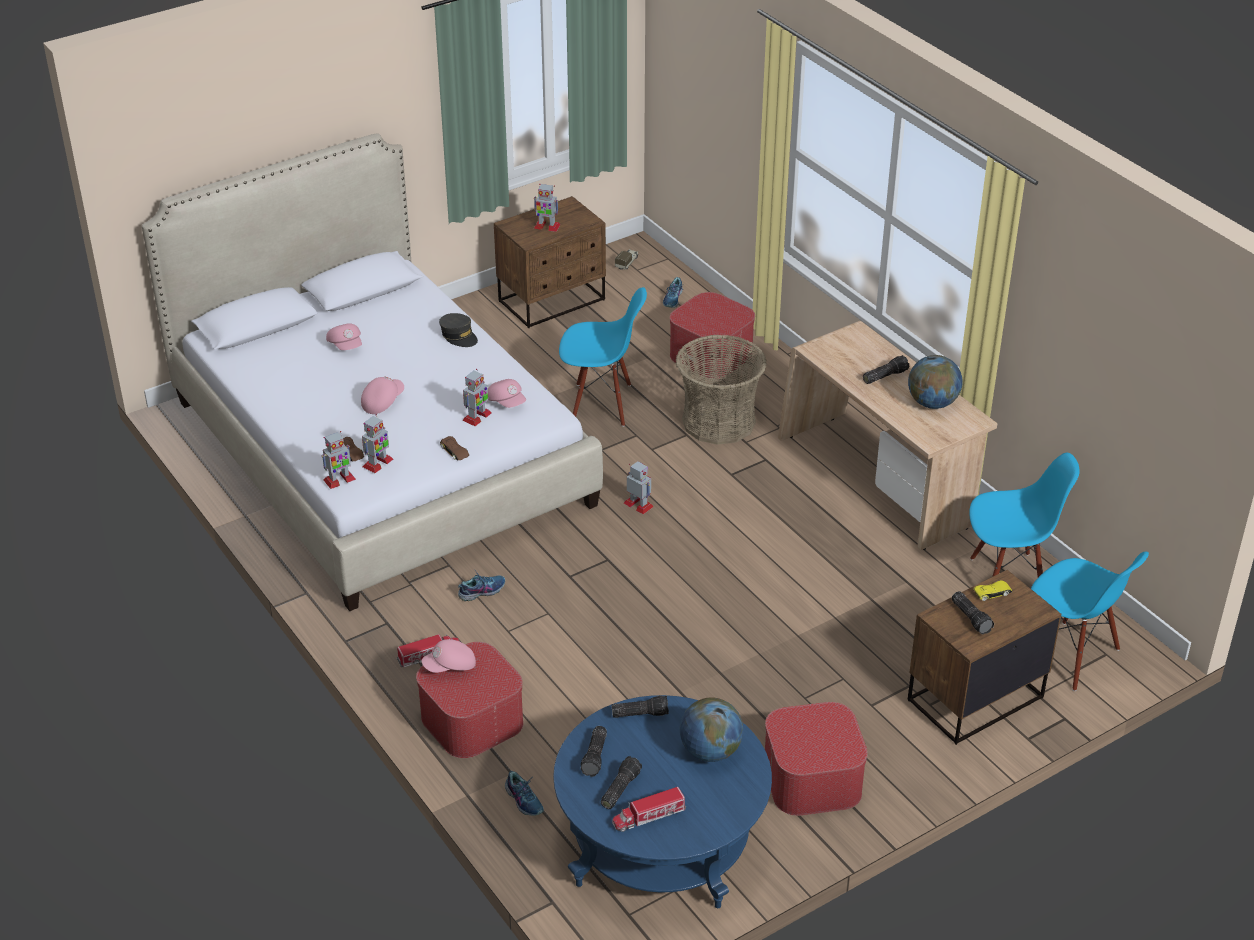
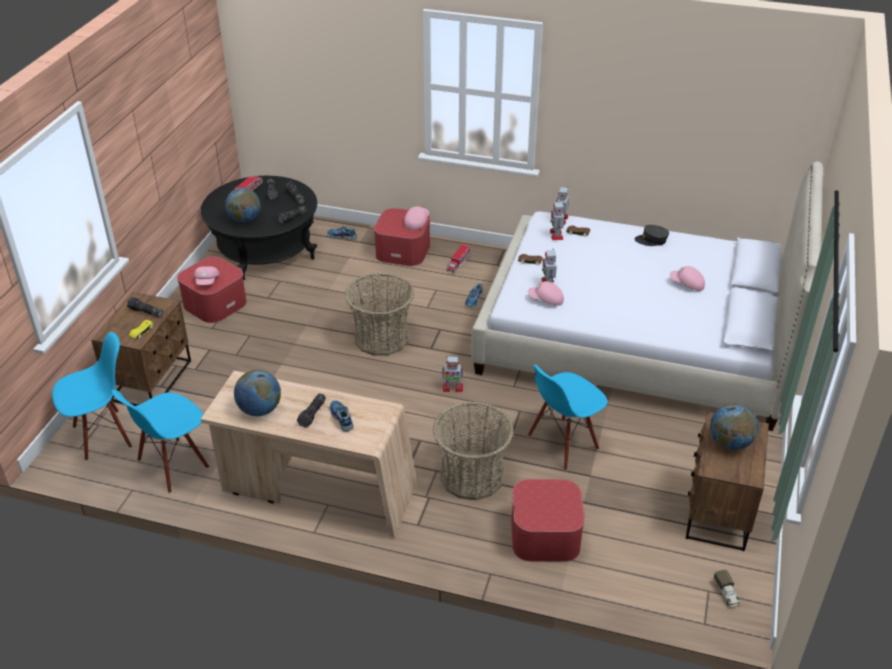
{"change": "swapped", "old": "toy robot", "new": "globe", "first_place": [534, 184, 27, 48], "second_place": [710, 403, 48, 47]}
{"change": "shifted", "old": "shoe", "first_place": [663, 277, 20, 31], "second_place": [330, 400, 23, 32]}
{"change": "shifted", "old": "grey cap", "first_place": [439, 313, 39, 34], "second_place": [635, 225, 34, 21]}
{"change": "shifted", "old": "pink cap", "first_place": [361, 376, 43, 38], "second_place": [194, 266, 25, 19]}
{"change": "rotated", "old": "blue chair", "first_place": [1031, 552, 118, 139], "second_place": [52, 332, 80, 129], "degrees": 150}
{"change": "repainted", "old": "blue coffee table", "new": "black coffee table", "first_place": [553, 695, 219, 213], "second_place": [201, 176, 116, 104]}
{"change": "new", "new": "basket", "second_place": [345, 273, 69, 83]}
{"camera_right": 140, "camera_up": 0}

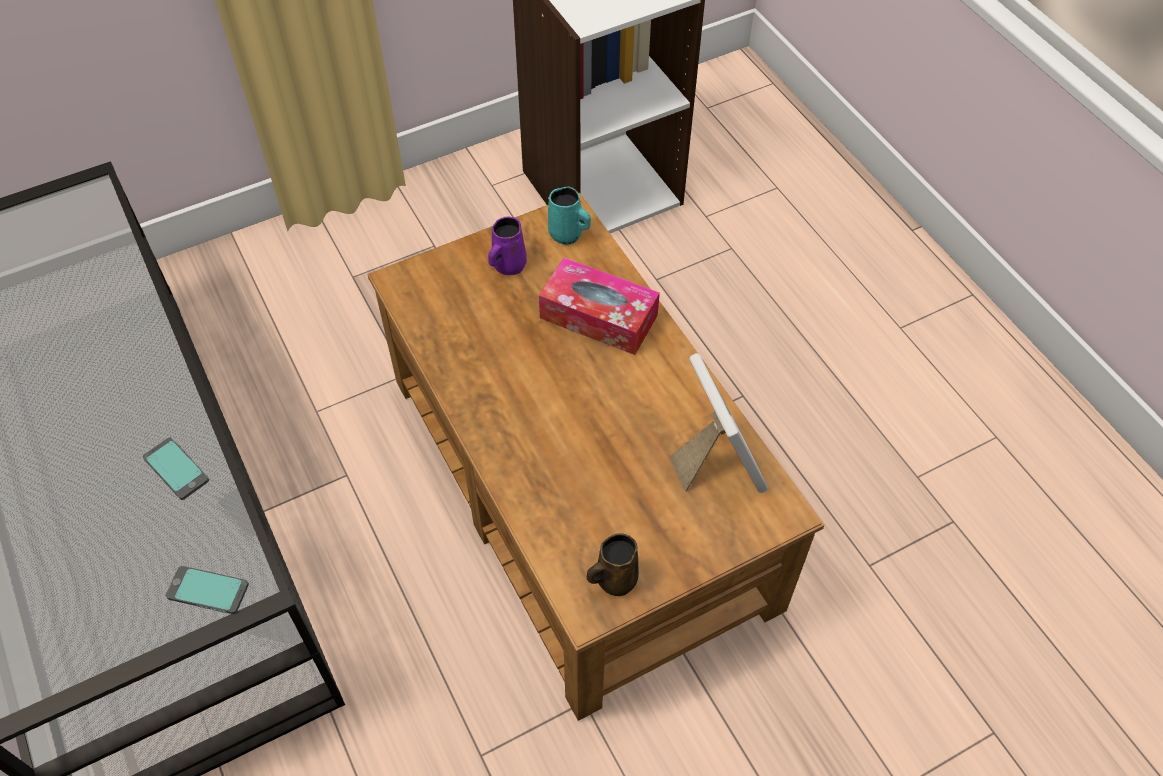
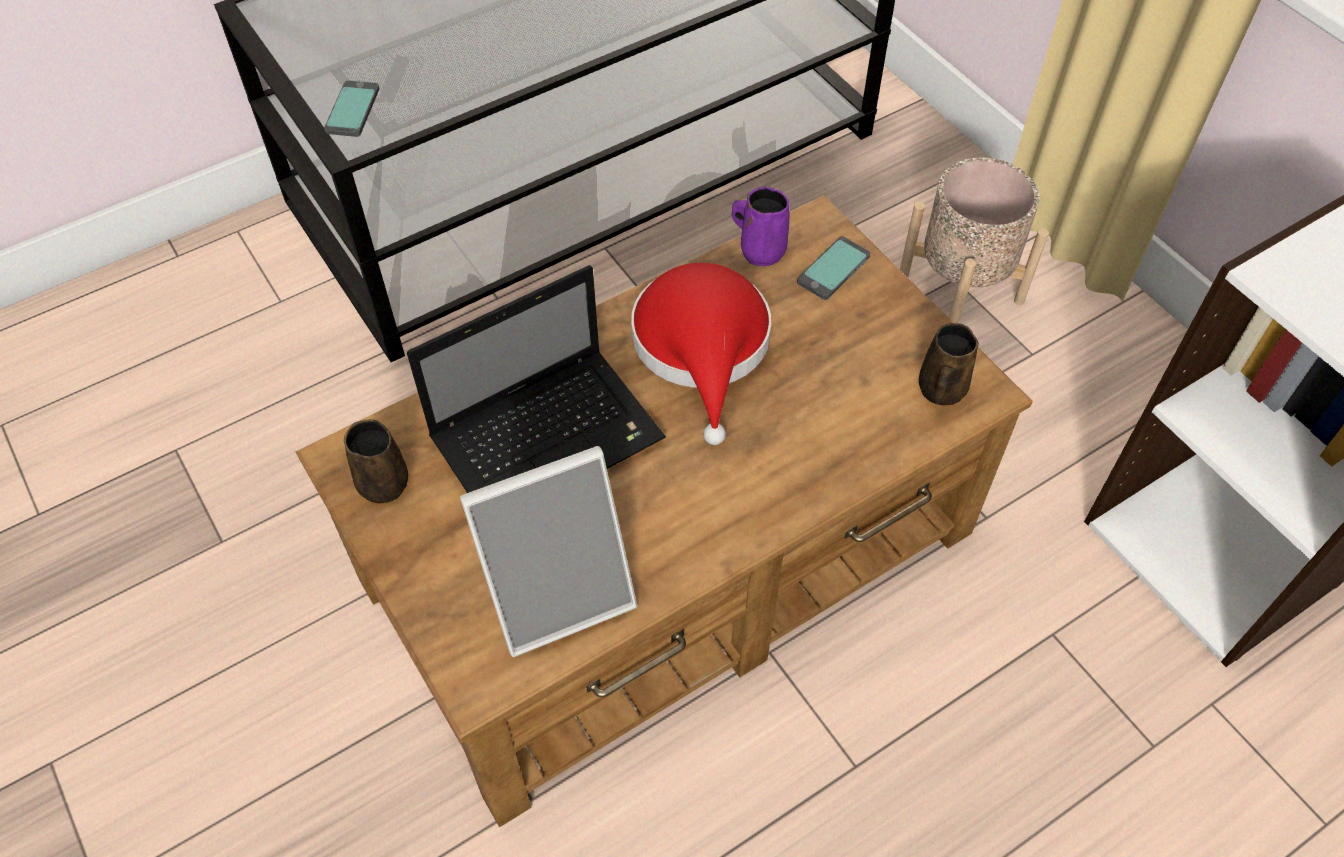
{"change": "repainted", "old": "turquoise mug", "new": "brown mug", "first_place": [548, 187, 43, 58], "second_place": [919, 323, 60, 82]}
{"change": "shifted", "old": "purple mug", "first_place": [488, 217, 39, 58], "second_place": [732, 187, 57, 79]}
{"change": "gone", "old": "tissue box", "first_place": [539, 257, 121, 98]}
{"change": "shifted", "old": "phone", "first_place": [143, 437, 66, 63], "second_place": [797, 236, 73, 64]}
{"change": "new", "new": "beige planter", "second_place": [900, 157, 149, 166]}
{"change": "new", "new": "red hat", "second_place": [631, 263, 140, 182]}
{"change": "new", "new": "laptop", "second_place": [407, 265, 259, 228]}
{"camera_right": 85, "camera_up": 0}

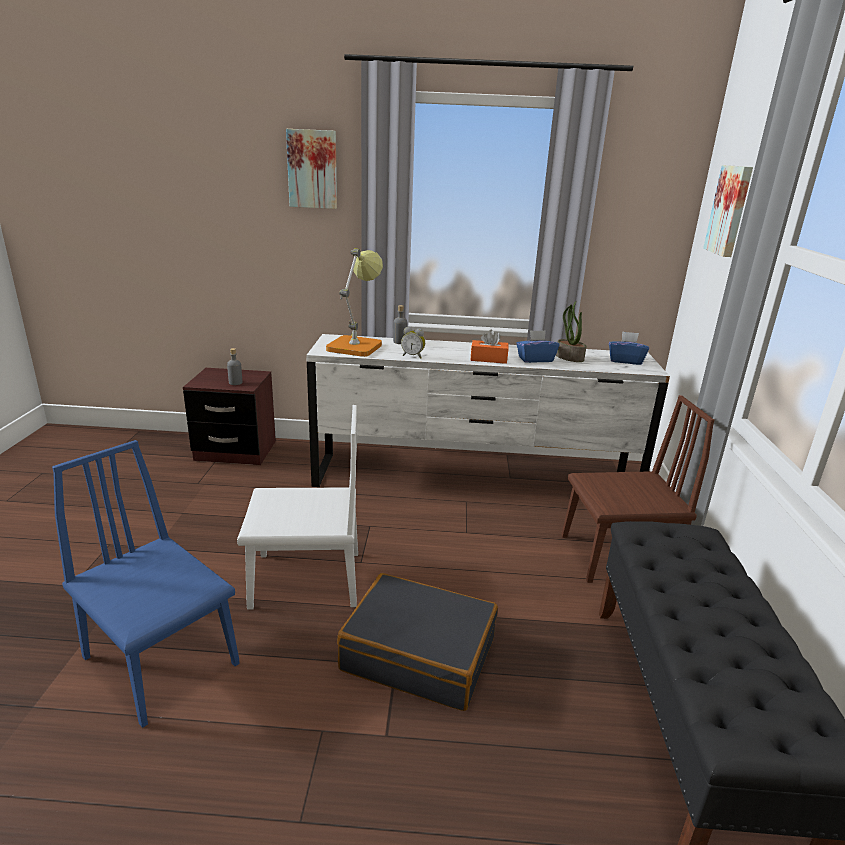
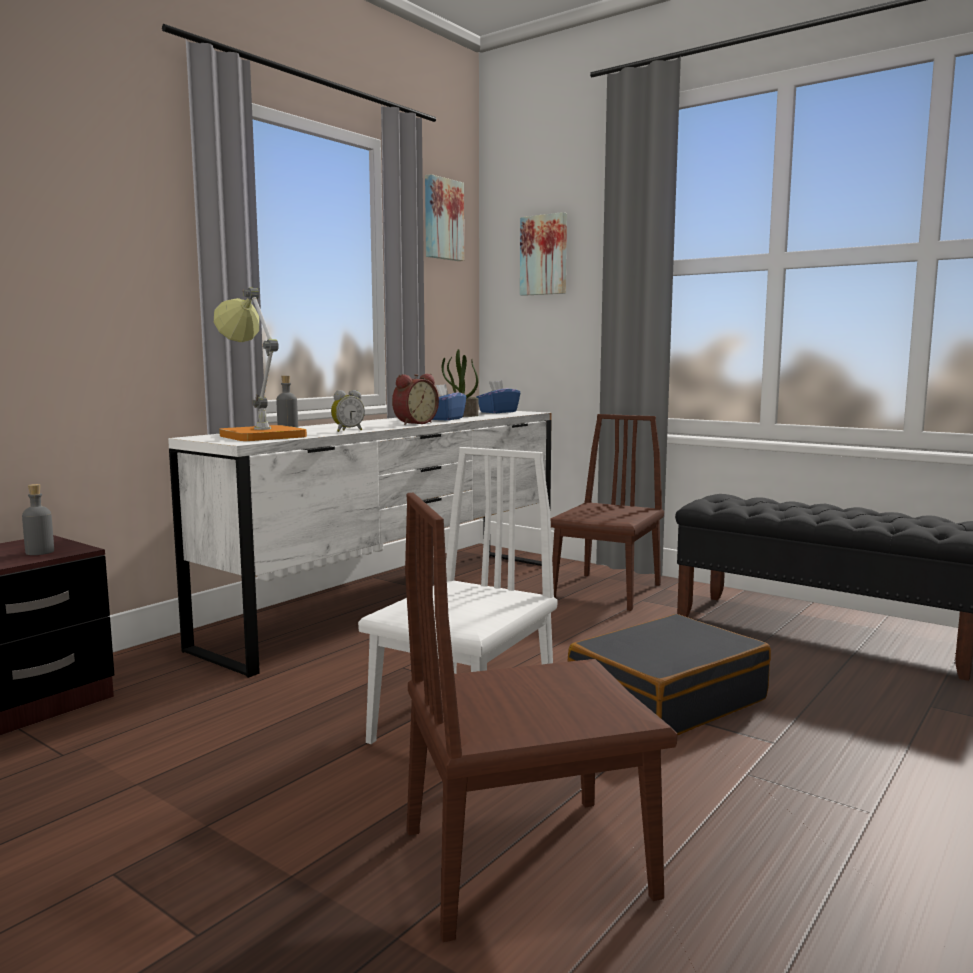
{"change": "shifted", "old": "picture", "first_place": [286, 129, 51, 80], "second_place": [425, 174, 39, 87]}
{"change": "swapped", "old": "orange tissue box", "new": "alarm clock", "first_place": [471, 330, 37, 34], "second_place": [392, 374, 47, 51]}
{"change": "repainted", "old": "blue chair", "new": "brown chair", "first_place": [52, 440, 188, 288], "second_place": [405, 492, 272, 450]}
{"camera_right": -55, "camera_up": -15}

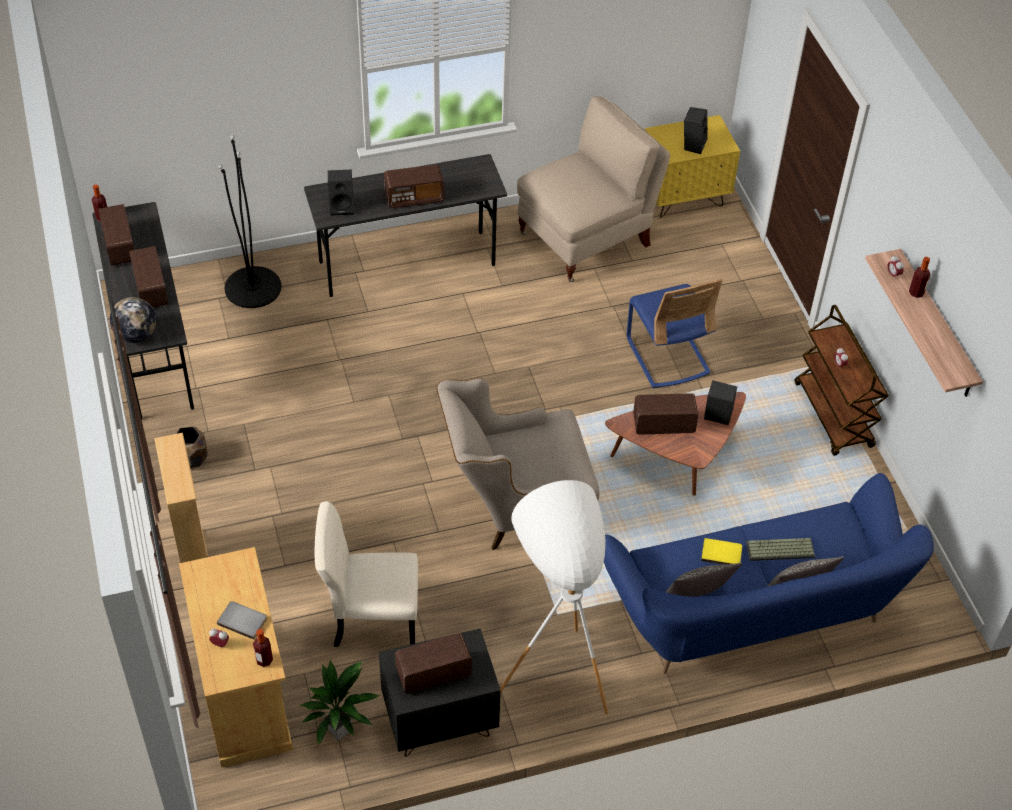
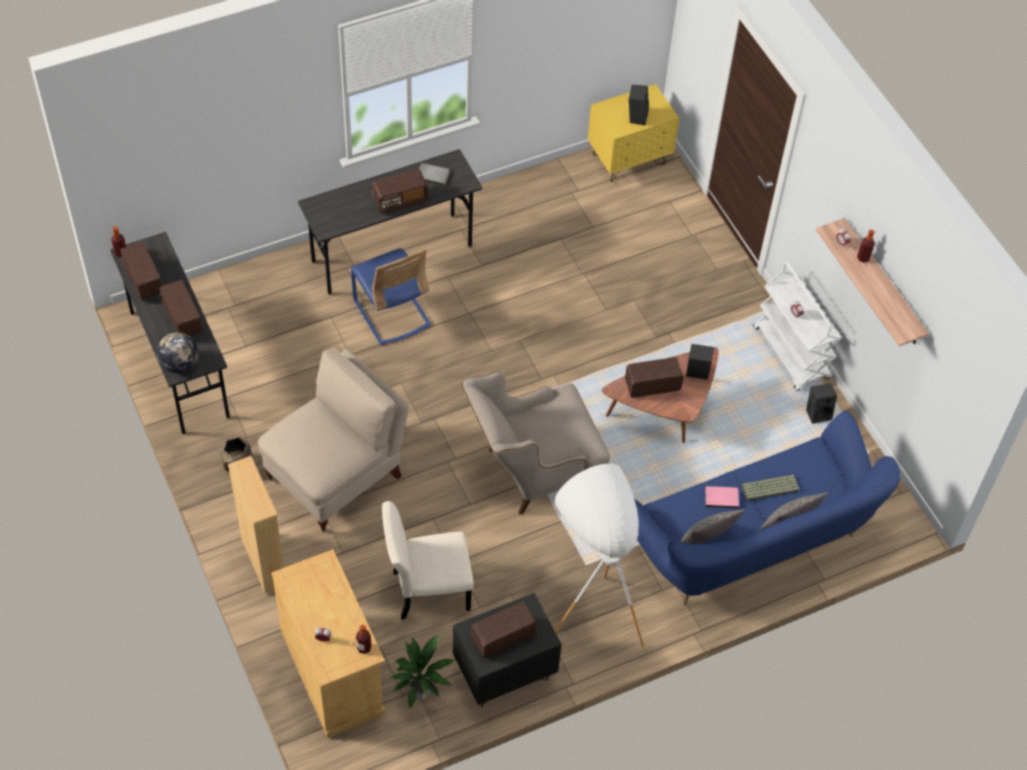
{"change": "shifted", "old": "beige chair", "first_place": [517, 96, 153, 186], "second_place": [258, 348, 151, 184]}
{"change": "gone", "old": "black floor lamp", "first_place": [218, 135, 63, 173]}
{"change": "shifted", "old": "black speaker", "first_place": [328, 170, 26, 46], "second_place": [806, 383, 31, 41]}
{"change": "shifted", "old": "blue chair", "first_place": [627, 279, 95, 109], "second_place": [351, 248, 80, 97]}
{"change": "repainted", "old": "brown cart", "new": "white cart", "first_place": [795, 305, 94, 151], "second_place": [753, 262, 89, 129]}
{"change": "repainted", "old": "yellow book", "new": "pink book", "first_place": [701, 538, 41, 26], "second_place": [705, 486, 34, 22]}
{"change": "shifted", "old": "grey book", "first_place": [217, 601, 50, 39], "second_place": [419, 163, 31, 23]}
{"camera_right": -10, "camera_up": 5}

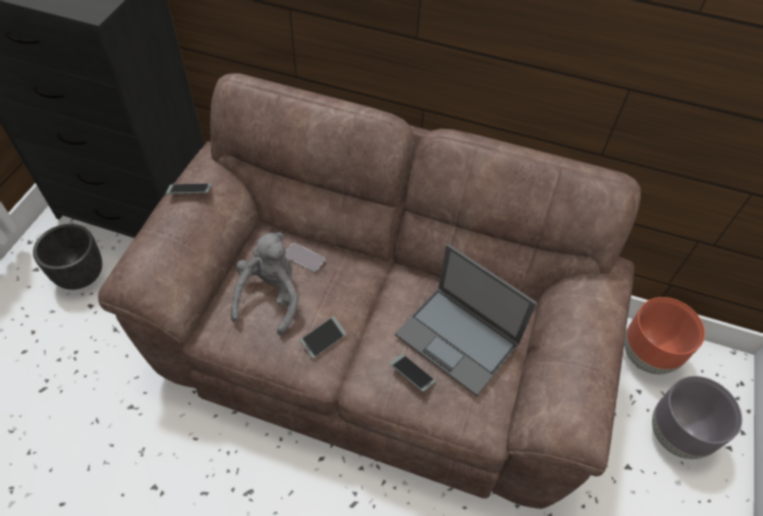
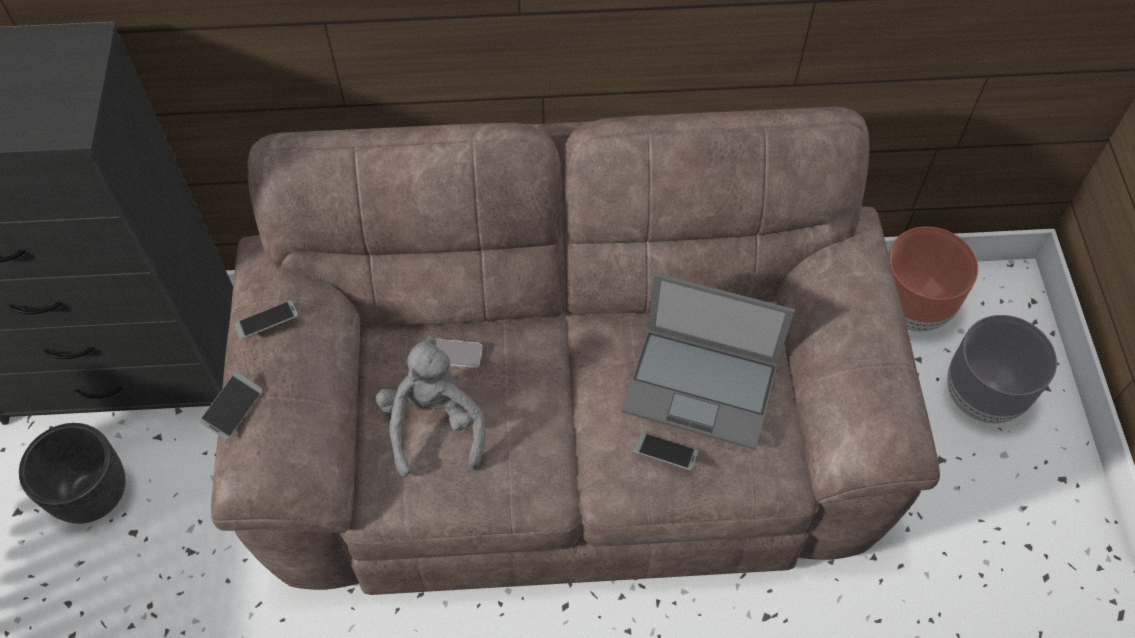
{"change": "shifted", "old": "phone", "first_place": [300, 316, 46, 42], "second_place": [199, 372, 64, 68]}
{"camera_right": -20, "camera_up": 5}

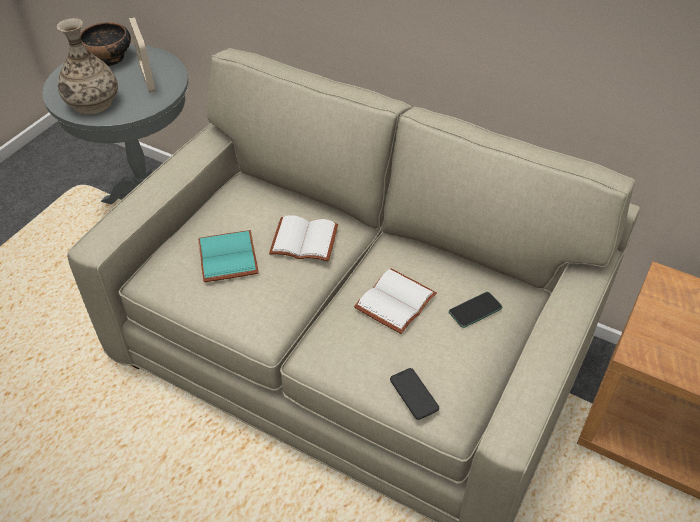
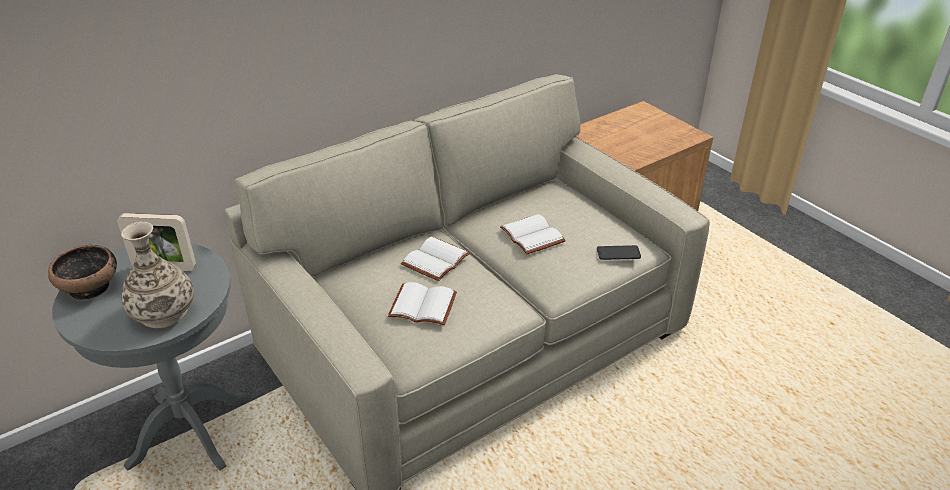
{"change": "repainted", "old": "turquoise book", "new": "white book", "first_place": [198, 230, 61, 52], "second_place": [388, 282, 69, 43]}
{"change": "gone", "old": "phone", "first_place": [449, 292, 53, 36]}
{"camera_right": -65, "camera_up": -10}

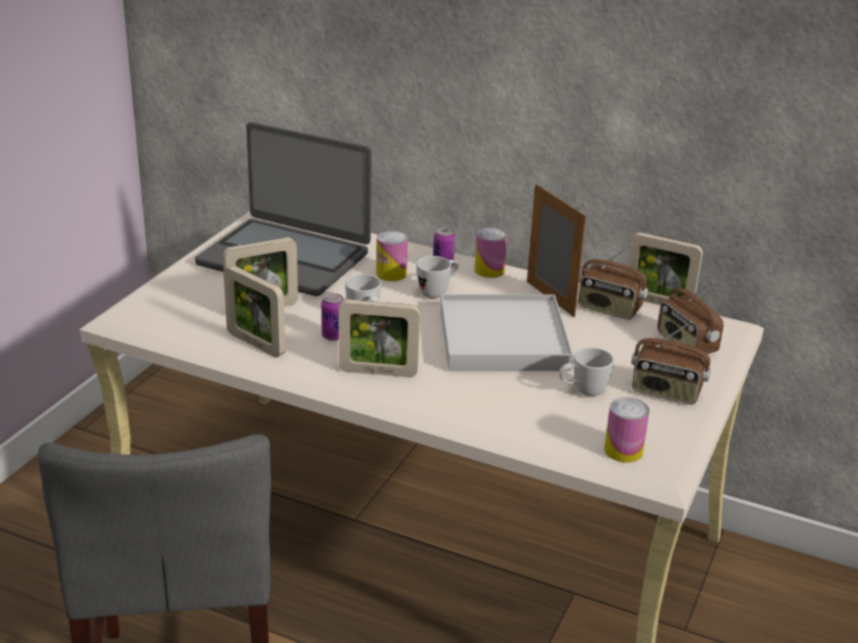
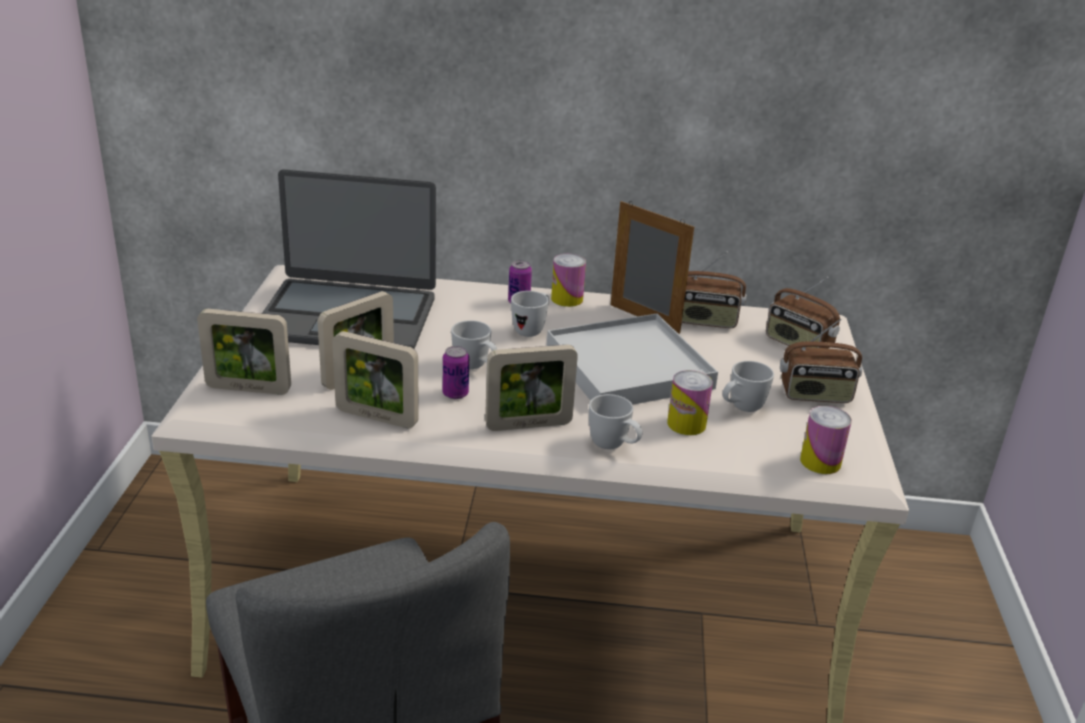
{"change": "shifted", "old": "can", "first_place": [376, 230, 32, 51], "second_place": [667, 370, 46, 65]}
{"change": "shifted", "old": "picture frame", "first_place": [626, 232, 77, 73], "second_place": [197, 309, 94, 86]}
{"change": "new", "new": "white mug", "second_place": [589, 394, 53, 55]}
{"camera_right": -20, "camera_up": 0}

